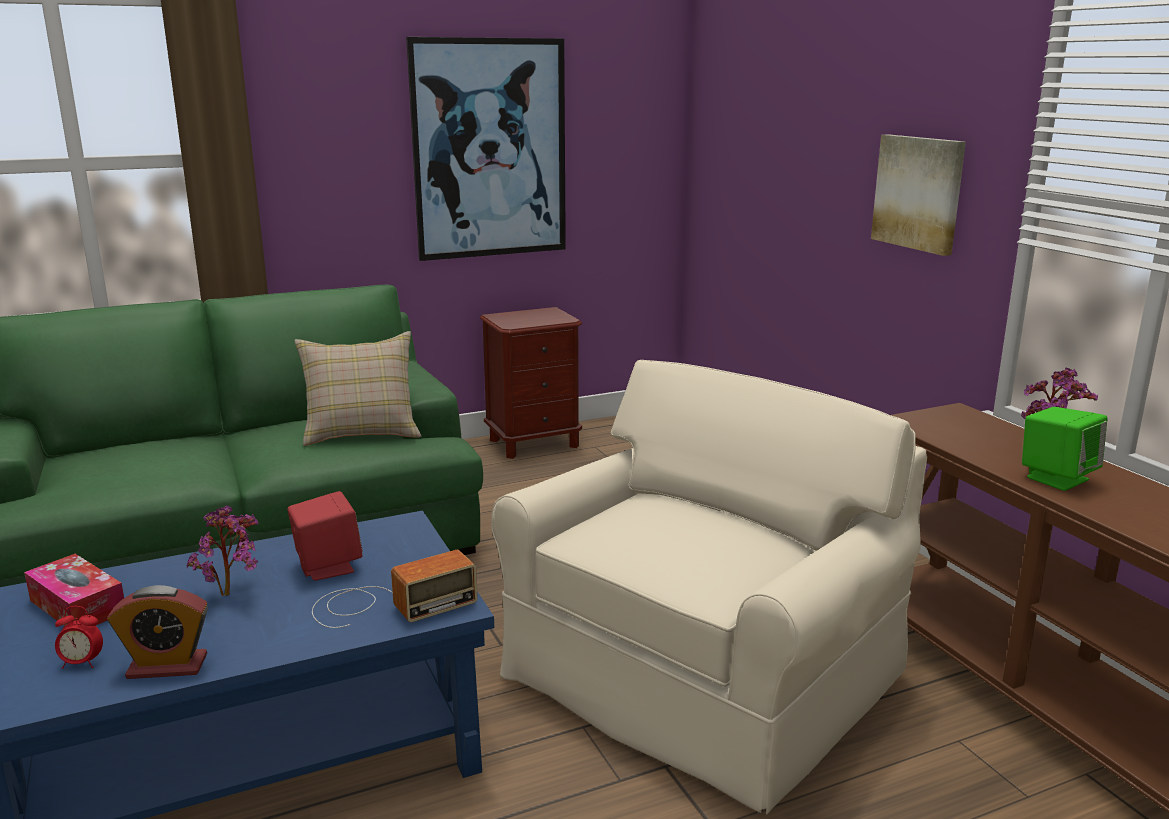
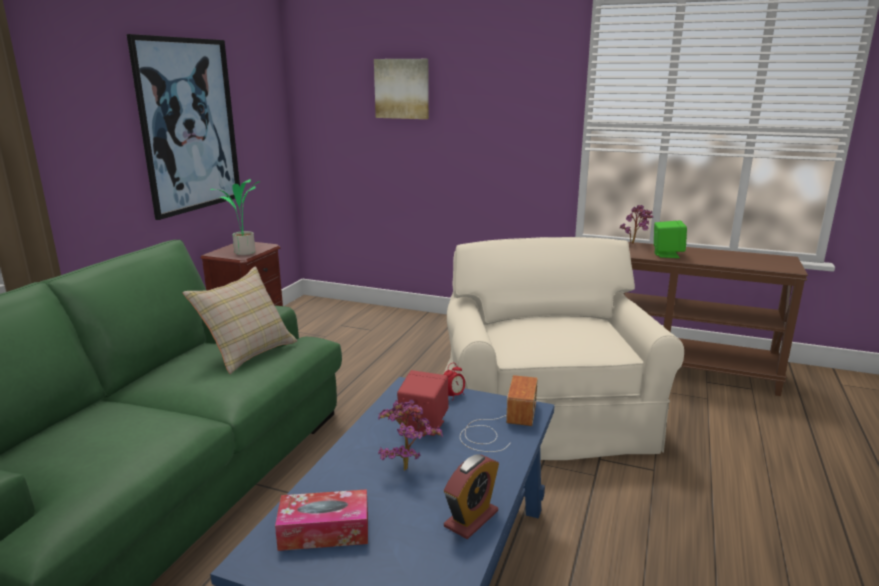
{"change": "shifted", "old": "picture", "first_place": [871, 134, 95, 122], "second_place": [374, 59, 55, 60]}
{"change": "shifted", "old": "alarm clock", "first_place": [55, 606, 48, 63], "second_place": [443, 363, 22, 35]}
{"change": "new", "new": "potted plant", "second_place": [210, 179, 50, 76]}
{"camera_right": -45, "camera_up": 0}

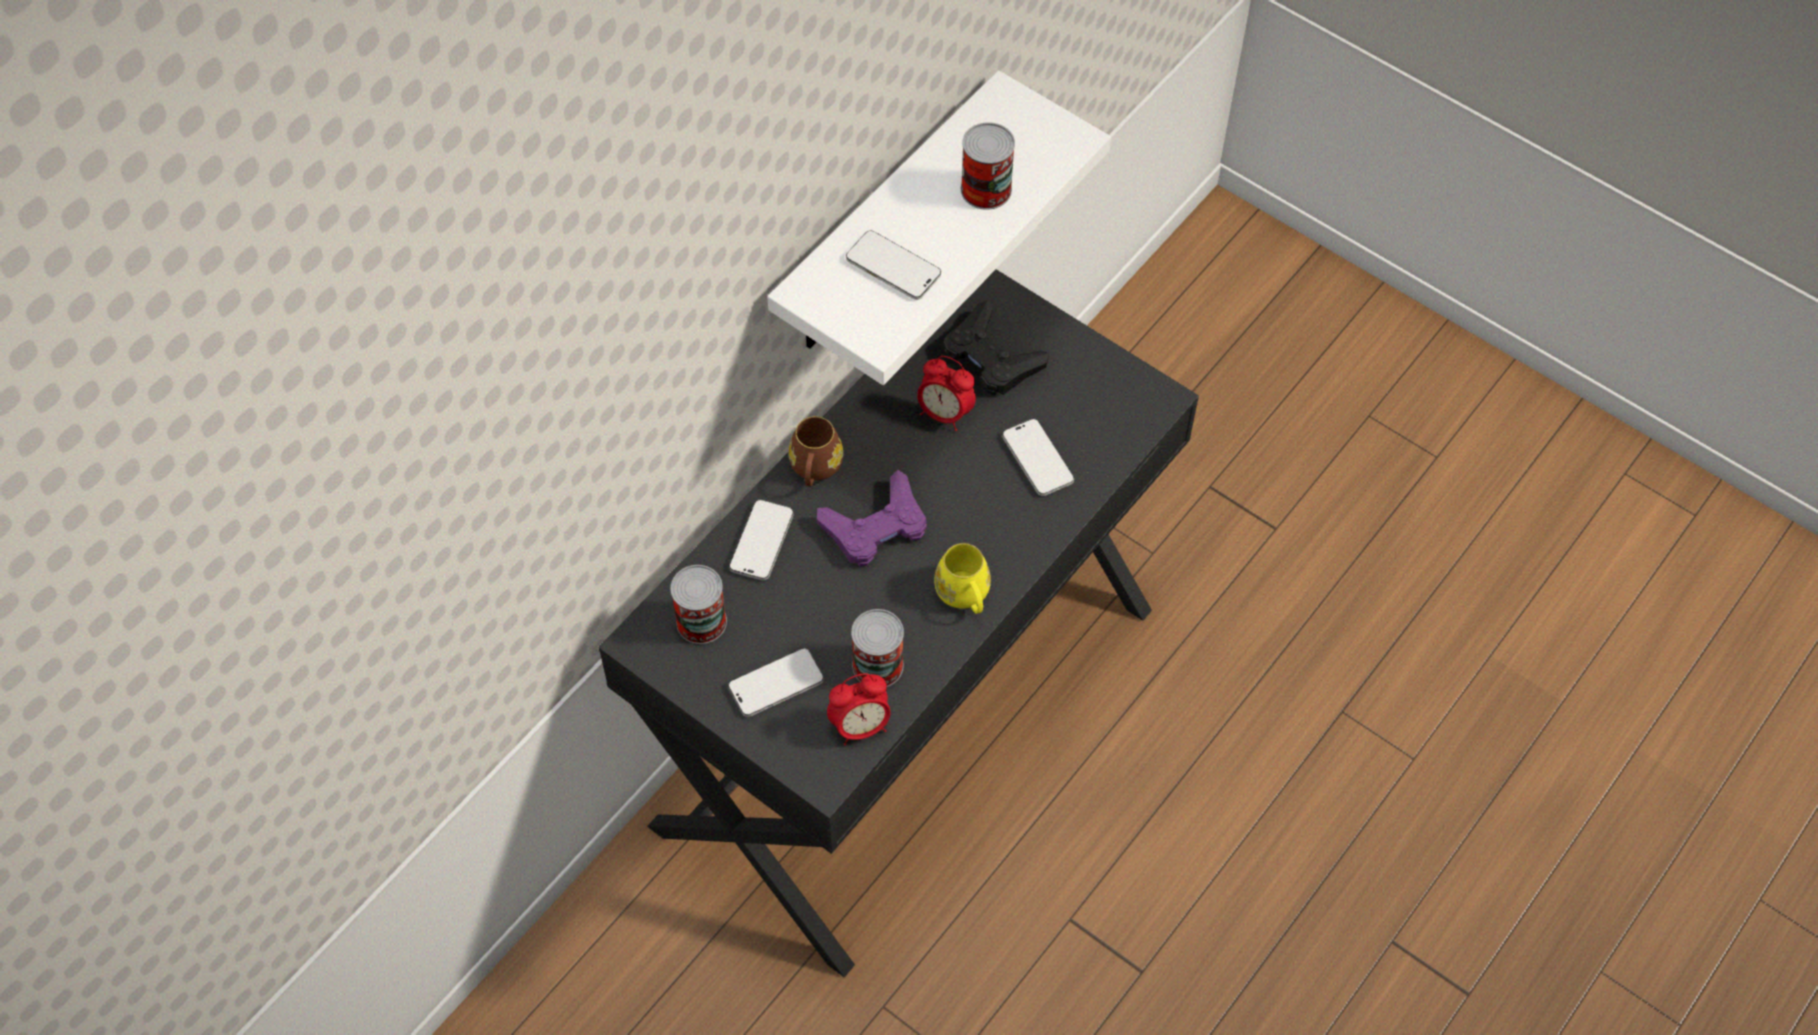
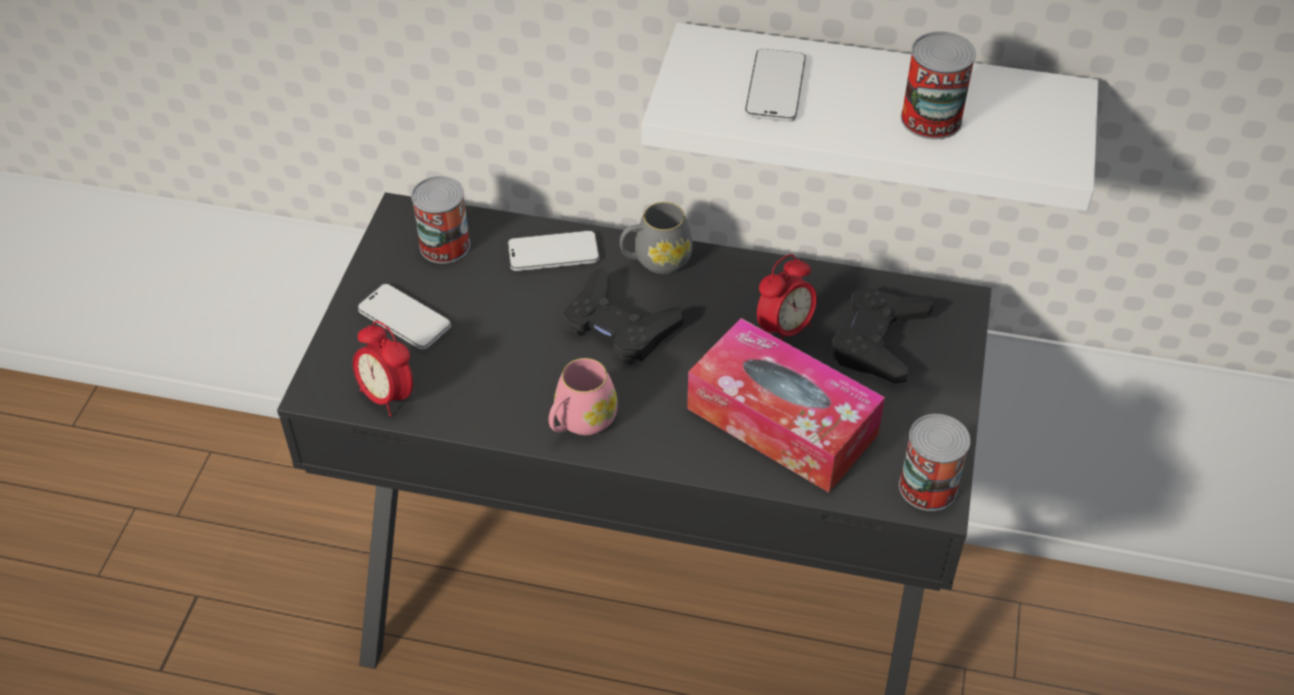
{"change": "rotated", "old": "alarm clock", "first_place": [917, 356, 59, 75], "second_place": [757, 254, 60, 86], "degrees": -135}
{"change": "repainted", "old": "brown mug", "new": "grey mug", "first_place": [788, 416, 55, 71], "second_place": [620, 202, 73, 72]}
{"change": "swapped", "old": "phone", "new": "tissue box", "first_place": [1002, 419, 72, 77], "second_place": [687, 318, 198, 175]}
{"change": "repainted", "old": "purple game controller", "new": "black game controller", "first_place": [817, 470, 110, 96], "second_place": [563, 267, 120, 97]}
{"change": "repainted", "old": "yellow mug", "new": "pink mug", "first_place": [934, 543, 57, 71], "second_place": [549, 358, 69, 77]}
{"change": "shifted", "old": "can", "first_place": [851, 609, 53, 78], "second_place": [899, 414, 72, 97]}
{"camera_right": 65, "camera_up": -10}

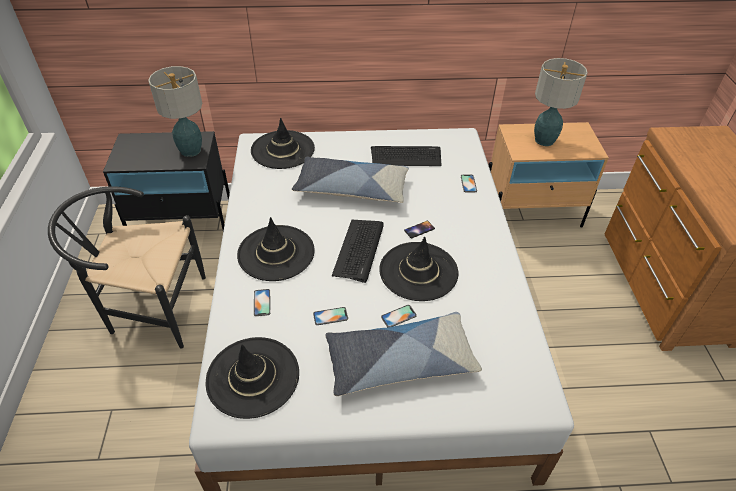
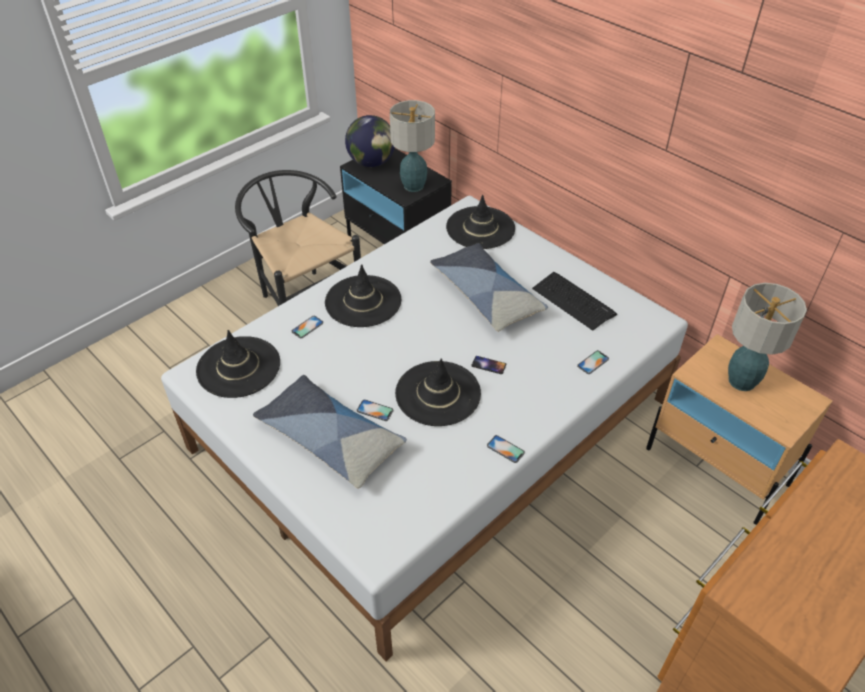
{"change": "gone", "old": "keyboard", "first_place": [332, 220, 52, 63]}
{"change": "shifted", "old": "phone", "first_place": [313, 307, 35, 18], "second_place": [487, 435, 38, 28]}
{"change": "new", "new": "globe", "second_place": [345, 115, 50, 52]}
{"camera_right": 50, "camera_up": 0}

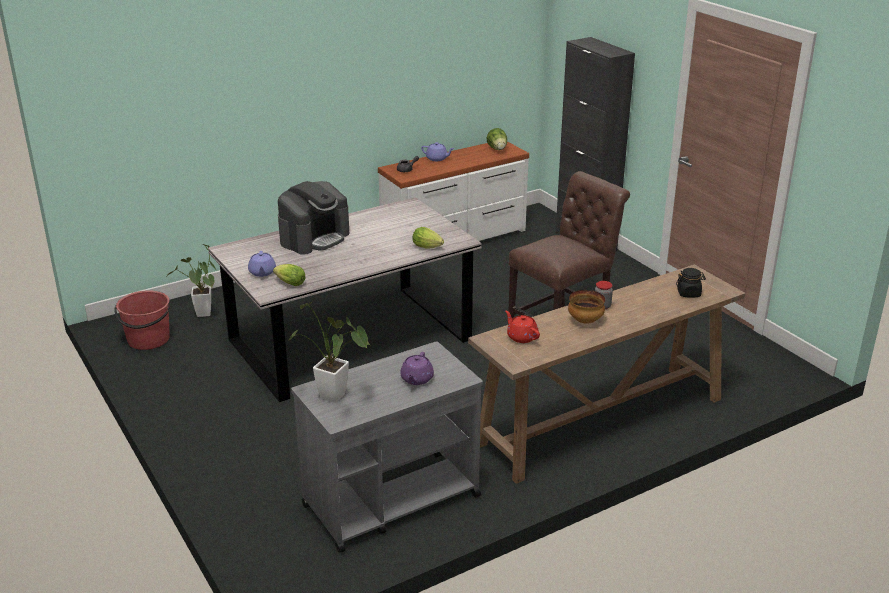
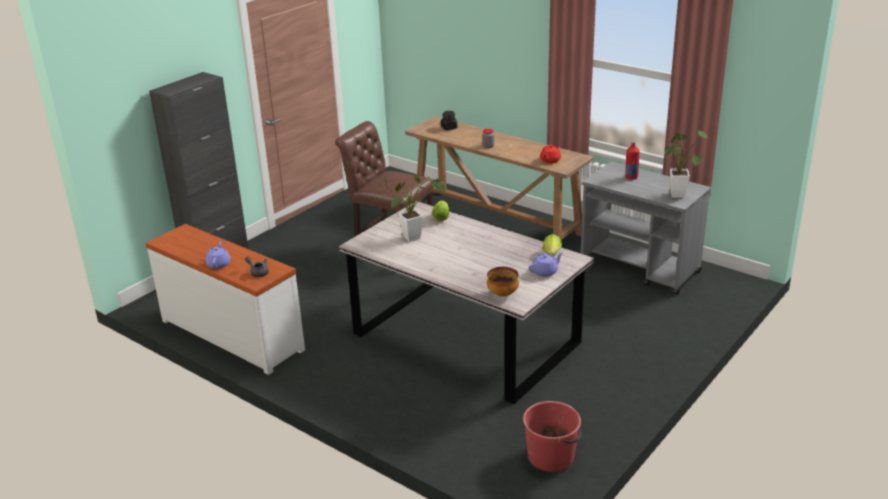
{"change": "gone", "old": "lettuce", "first_place": [487, 128, 20, 22]}
{"change": "gone", "old": "coffee machine", "first_place": [278, 181, 71, 74]}
{"change": "shifted", "old": "potted plant", "first_place": [166, 244, 50, 73], "second_place": [378, 175, 68, 67]}
{"change": "shifted", "old": "bowl", "first_place": [568, 290, 37, 34], "second_place": [487, 267, 32, 30]}
{"change": "swapped", "old": "purple teapot", "new": "red bottle", "first_place": [400, 352, 34, 33], "second_place": [625, 142, 14, 38]}
{"camera_right": -110, "camera_up": 0}

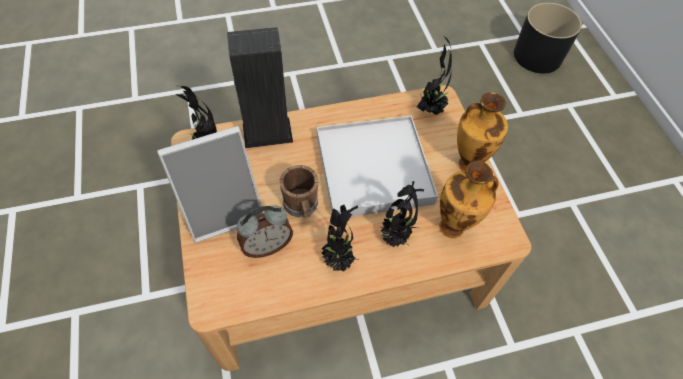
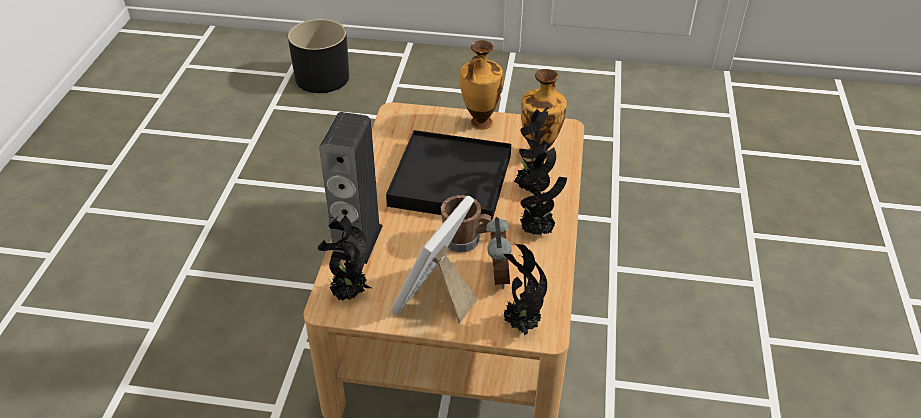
{"change": "shifted", "old": "potted plant", "first_place": [416, 36, 36, 79], "second_place": [501, 244, 46, 91]}
{"change": "repainted", "old": "white tray", "new": "black tray", "first_place": [317, 115, 121, 102], "second_place": [386, 130, 125, 90]}
{"change": "rotated", "old": "picture frame", "first_place": [157, 126, 106, 117], "second_place": [391, 196, 87, 128], "degrees": -150}
{"camera_right": -65, "camera_up": -15}

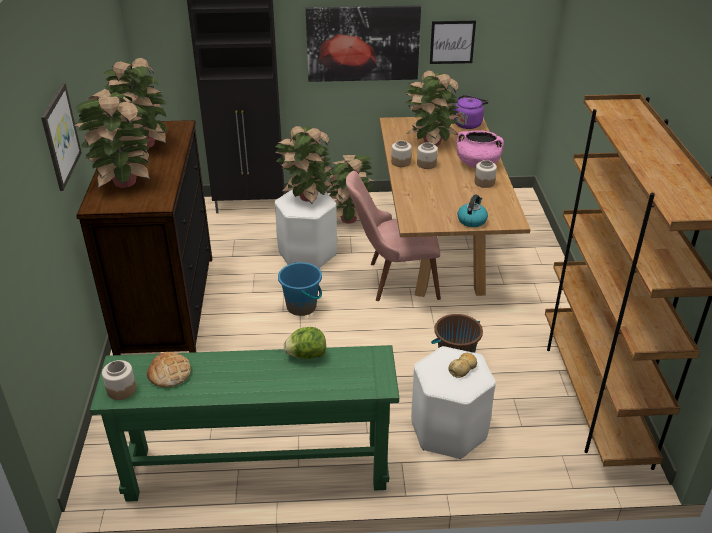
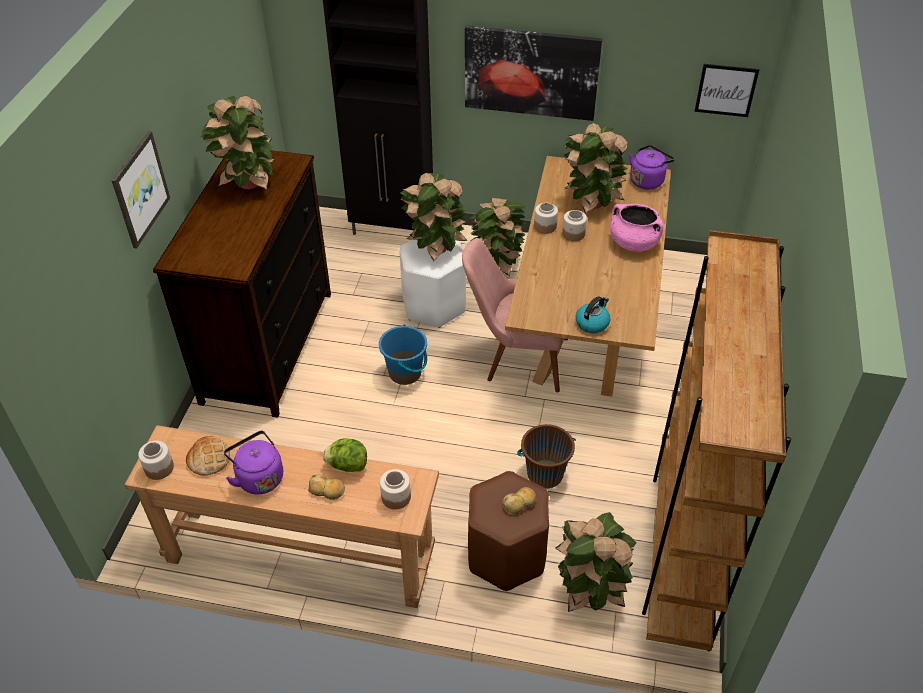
{"change": "shifted", "old": "picture", "first_place": [430, 21, 46, 43], "second_place": [695, 64, 64, 53]}
{"change": "shifted", "old": "potted plant", "first_place": [73, 89, 77, 99], "second_place": [555, 512, 81, 100]}
{"change": "shifted", "old": "jar", "first_place": [475, 160, 22, 28], "second_place": [380, 469, 31, 41]}
{"change": "repainted", "old": "green console table", "new": "brown console table", "first_place": [90, 345, 309, 157], "second_place": [124, 425, 315, 183]}
{"change": "repainted", "old": "white stool", "new": "brown stool", "first_place": [411, 346, 85, 113], "second_place": [468, 471, 81, 120]}
{"change": "new", "new": "purple kettle", "second_place": [224, 431, 59, 63]}
{"change": "new", "new": "bread", "second_place": [308, 474, 37, 26]}
{"camera_right": 15, "camera_up": 10}

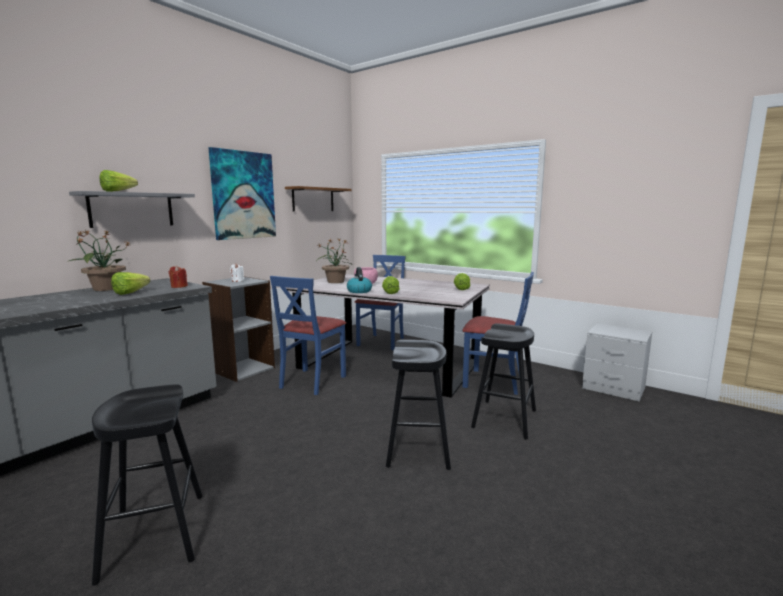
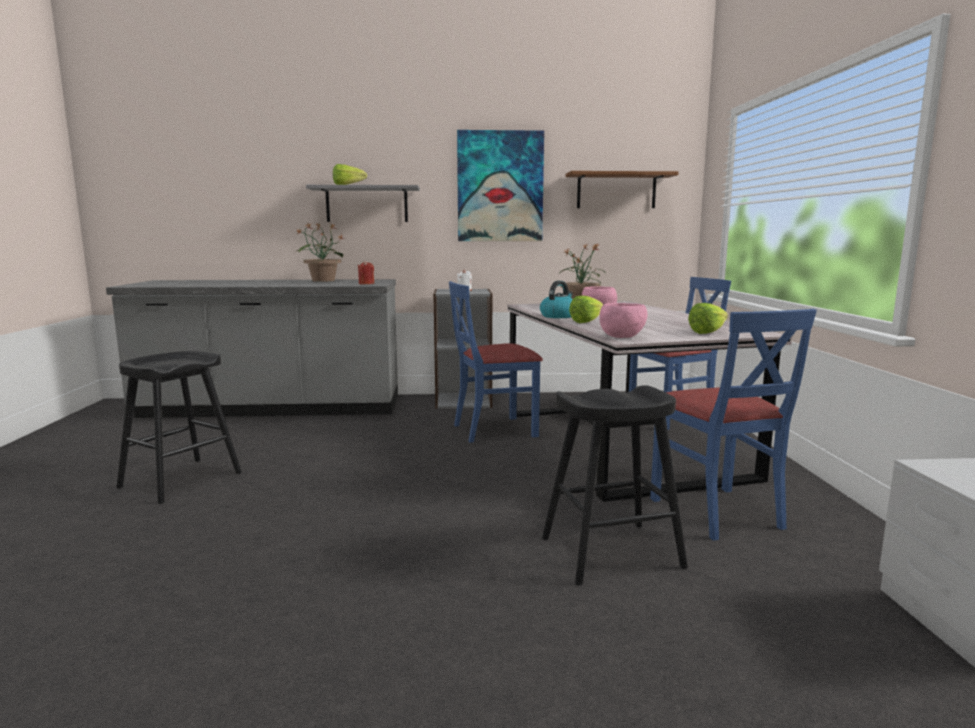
{"change": "gone", "old": "lettuce", "first_place": [111, 272, 39, 23]}
{"change": "gone", "old": "black stool", "first_place": [386, 340, 65, 130]}
{"change": "new", "new": "pink bowl", "second_place": [599, 303, 48, 35]}
{"camera_right": 50, "camera_up": 0}

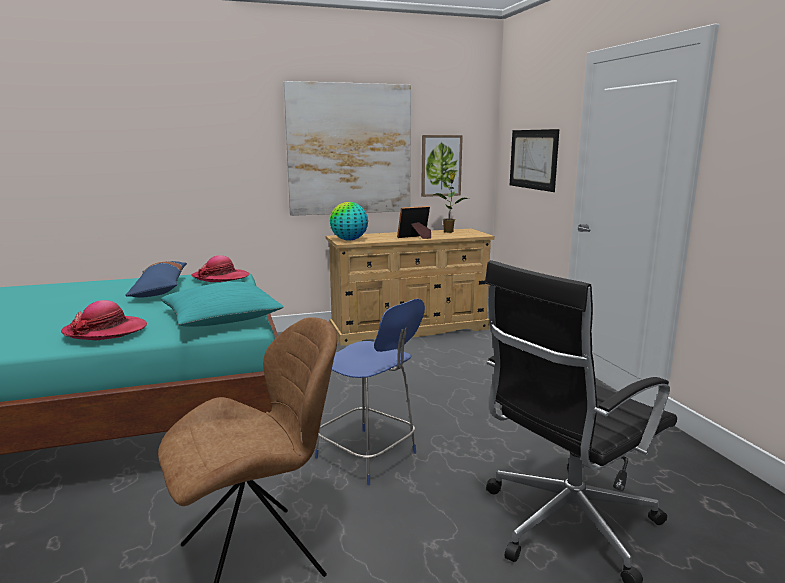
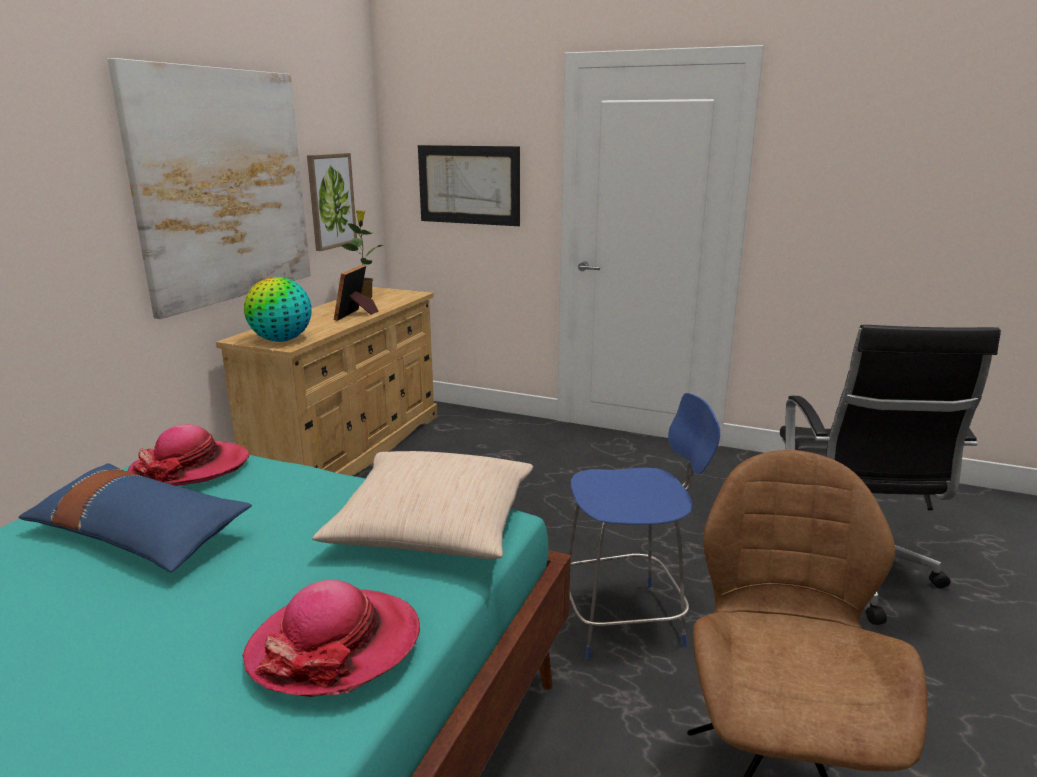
{"change": "repainted", "old": "turquoise pillow", "new": "beige pillow", "first_place": [161, 282, 123, 44], "second_place": [312, 451, 221, 108]}
{"camera_right": -50, "camera_up": 5}

